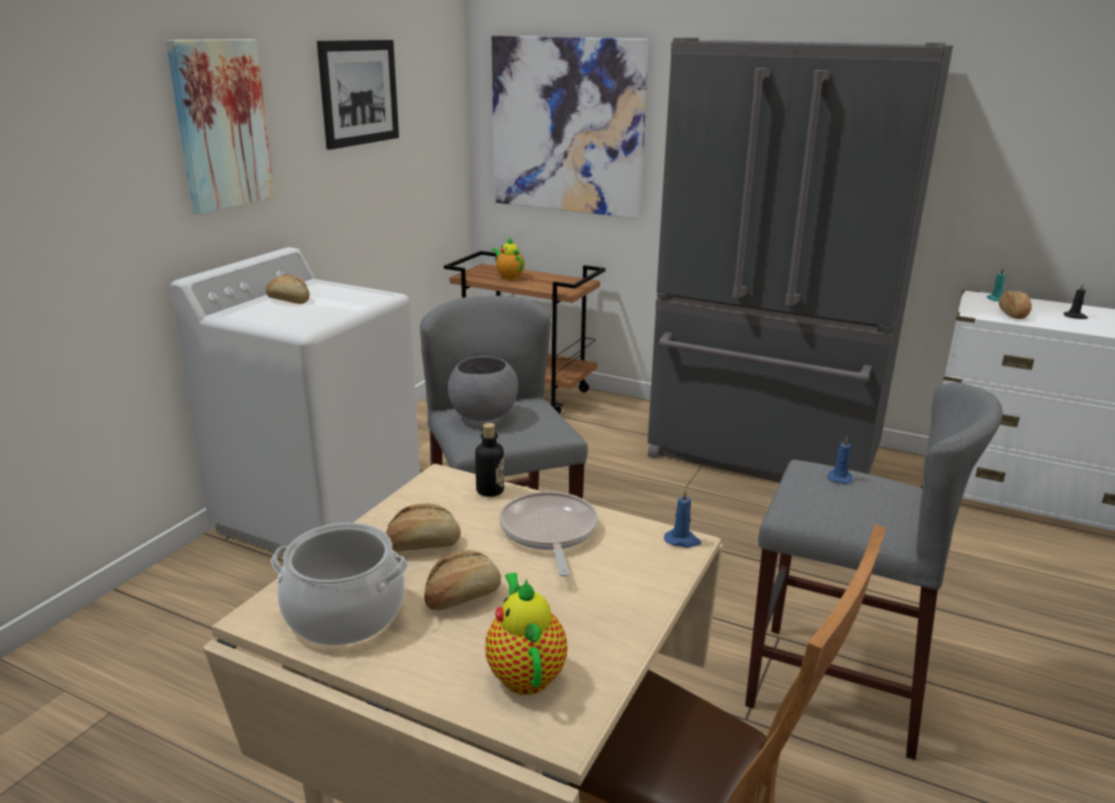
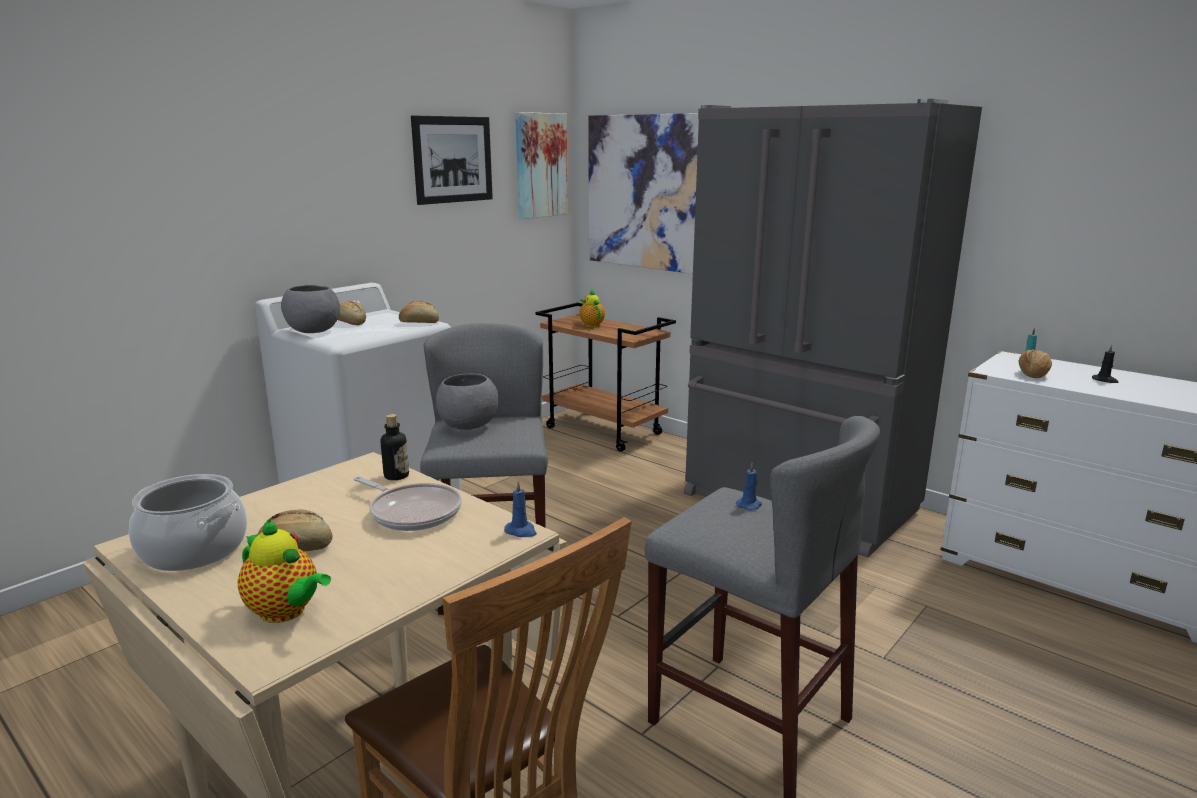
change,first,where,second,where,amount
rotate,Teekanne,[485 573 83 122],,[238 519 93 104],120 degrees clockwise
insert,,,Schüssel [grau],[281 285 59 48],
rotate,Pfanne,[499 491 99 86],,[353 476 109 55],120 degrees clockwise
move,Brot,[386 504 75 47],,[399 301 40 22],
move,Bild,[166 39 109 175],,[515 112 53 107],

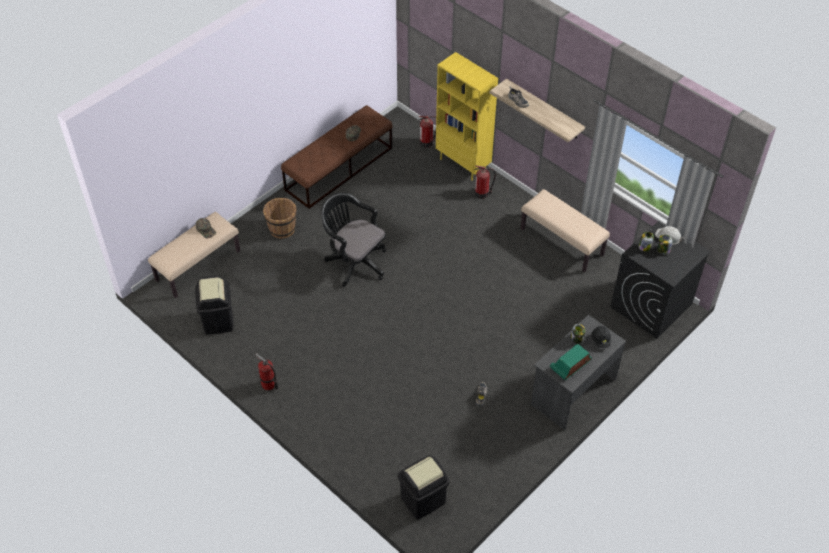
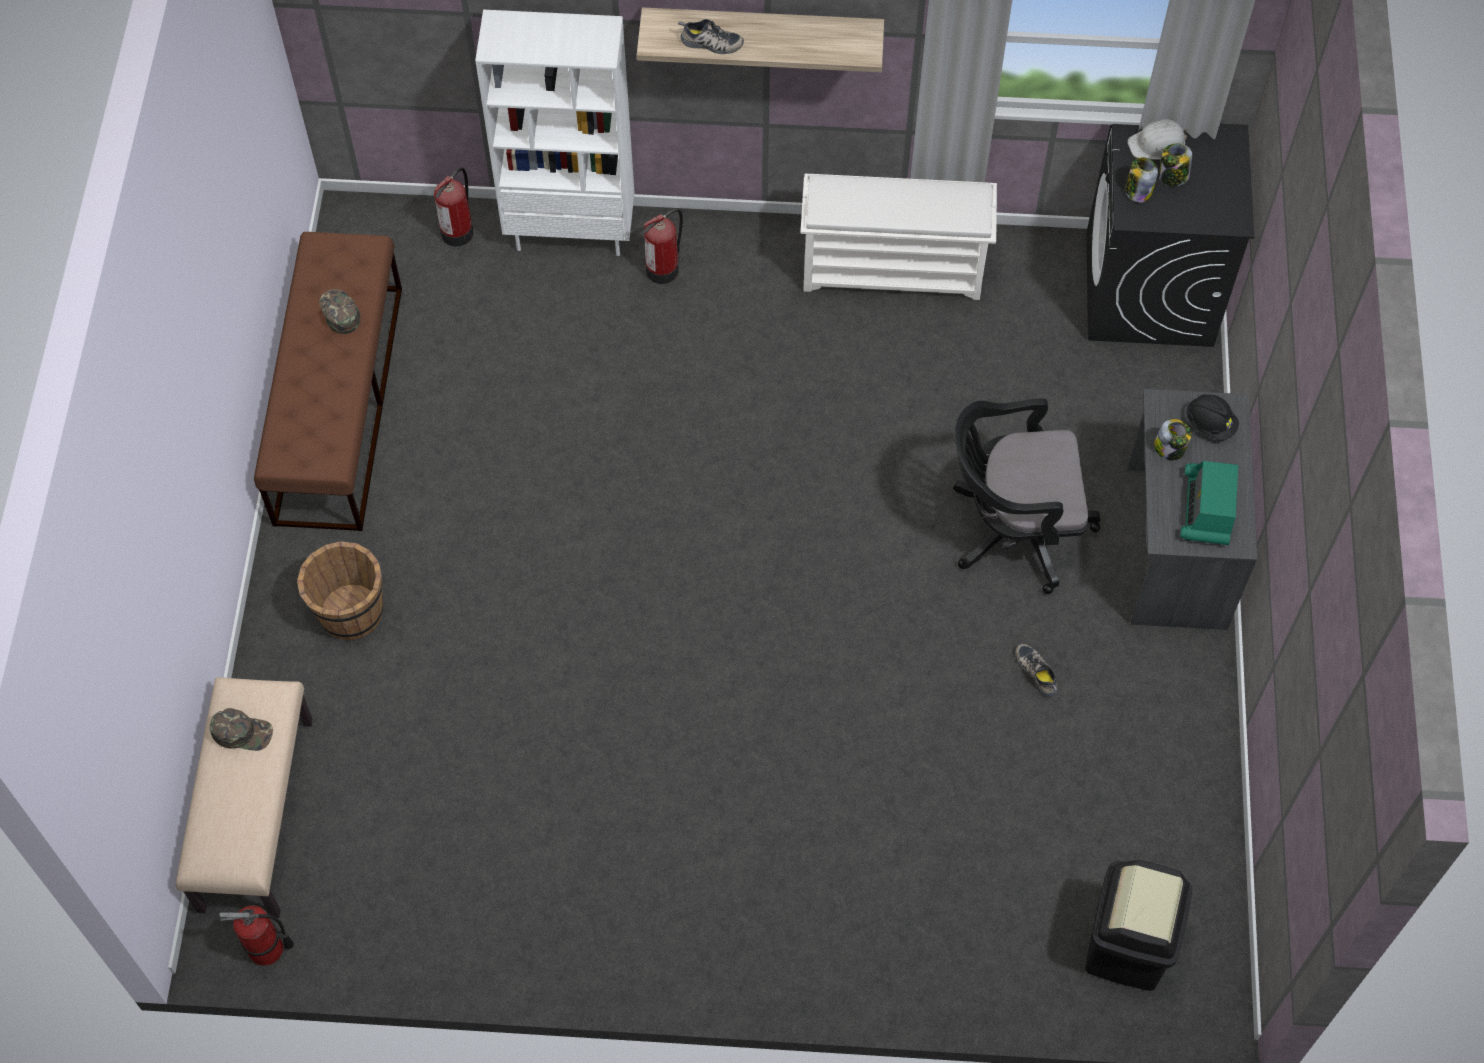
change,first,where,second,where,amount
move,Feuerlöscher,[256 353 22 37],,[219 905 75 61],
recolor,Bücherregal [gelb],[436 52 62 129],Bücherregal [weiß],[475 10 159 246],
replace,Bank [beige],[521 189 89 83],Schuhregal [weiß],[800 174 197 126],
move,Bürostuhl [schwarz],[321 192 65 95],,[953 398 148 196],
delete,Mülleimer [schwarz],[195 275 38 60],,,

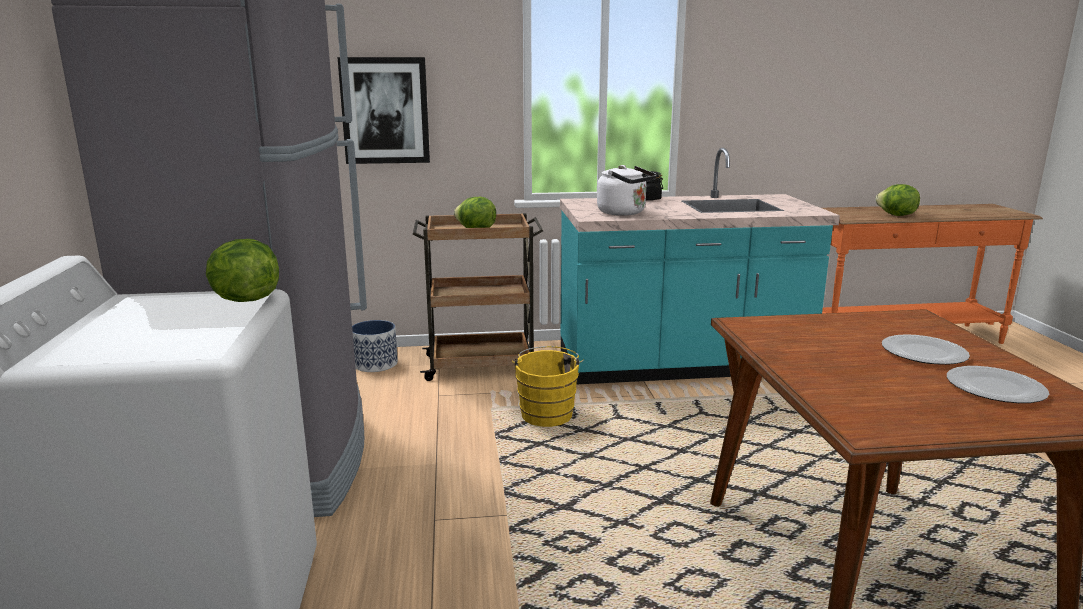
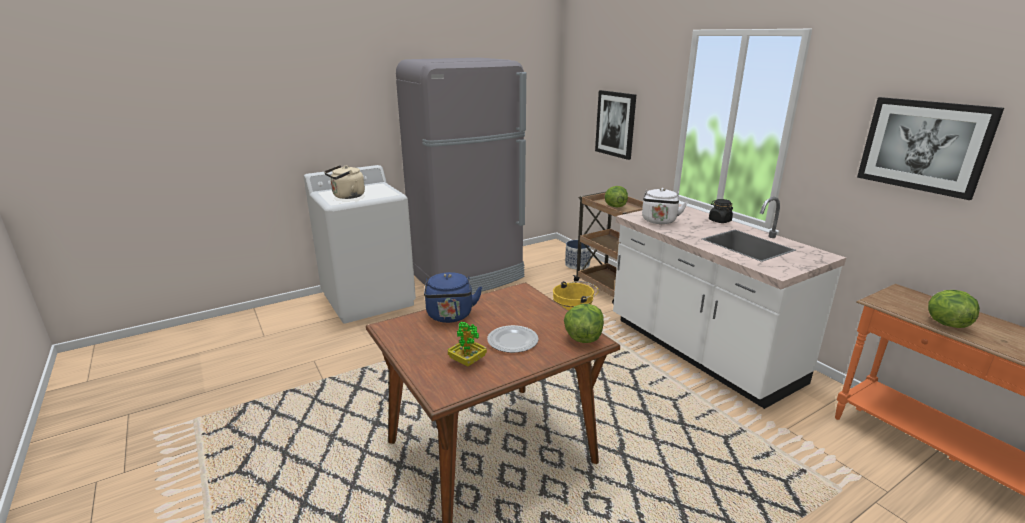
change,first,where,second,where,amount
insert,,,Wasserkessel [beige],[324 165 41 34],
insert,,,Wasserkessel [blau],[424 272 58 51],
replace,Teller,[947 366 102 37],Topfpflanze,[448 322 39 45],
move,Salatkopf,[206 239 73 63],,[564 304 40 39],
recolor,Küchenzeile [türkis],[560 148 280 237],Küchenzeile [weiß],[613 197 233 212],
insert,,,Bild,[857 97 147 103],

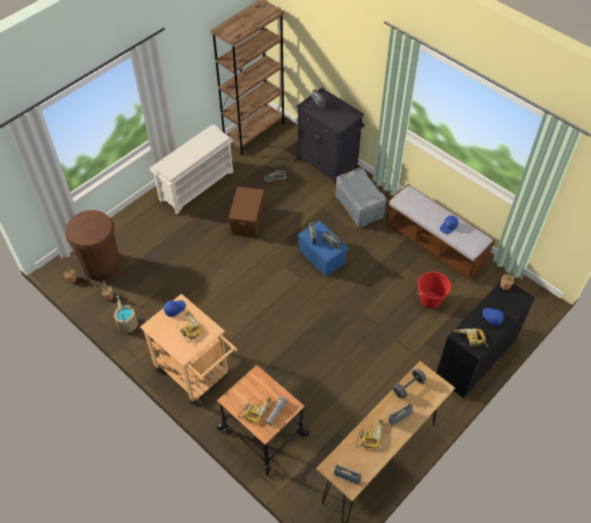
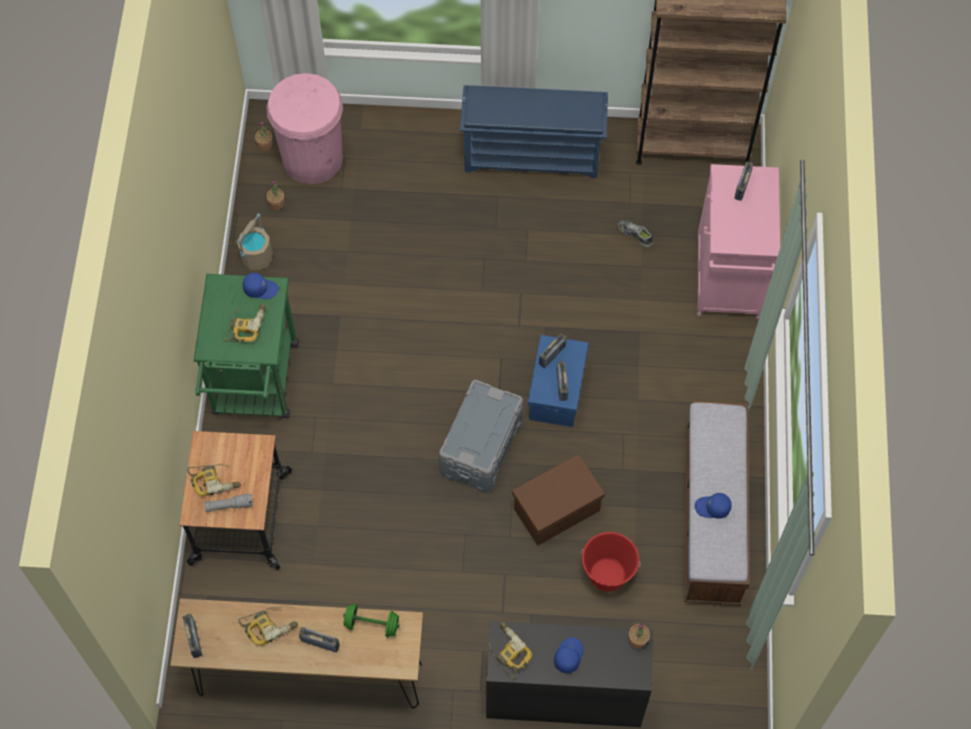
change,first,where,second,where,amount
recolor,Rollwagen [beige],[140 294 97 110],Rollwagen [grün],[194 274 104 144],
recolor,Mülleimer [braun],[65 210 56 71],Mülleimer [rosa],[266 73 77 111],
recolor,Hantel [grau],[393 369 33 29],Hantel [grün],[343 604 56 33],
move,Aufbewahrungsbox [grau],[335 167 51 60],,[439 380 84 112],
recolor,Schuhregal [weiß],[150 124 84 90],Schuhregal [blau],[460 85 148 93],
move,Aufbewahrungsbox [braun],[228 186 36 51],,[512 454 93 92],
recolor,Schrank [schwarz],[296 88 69 97],Schrank [rosa],[697 164 83 156],

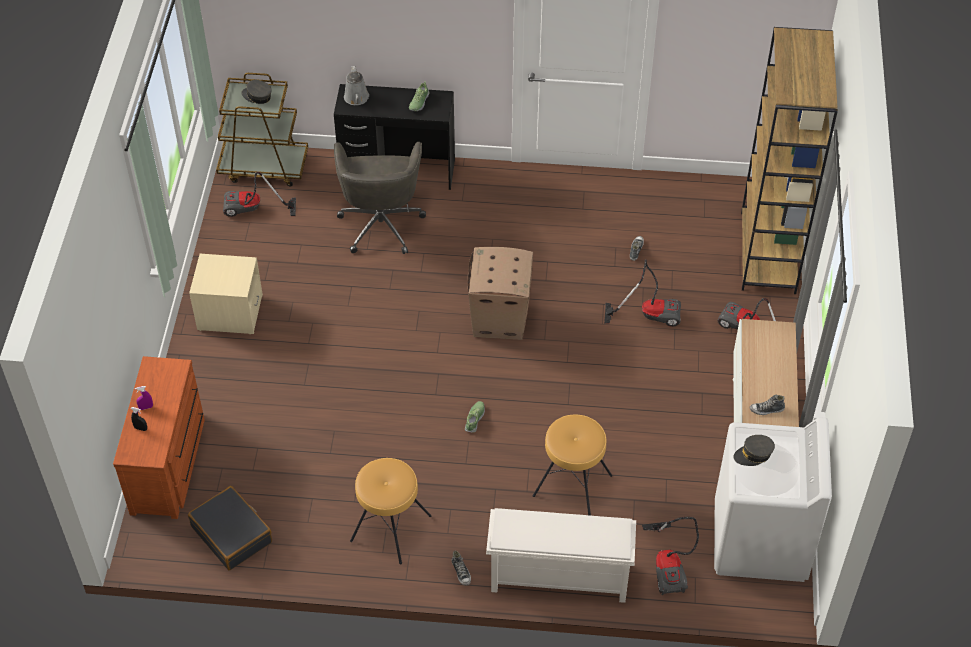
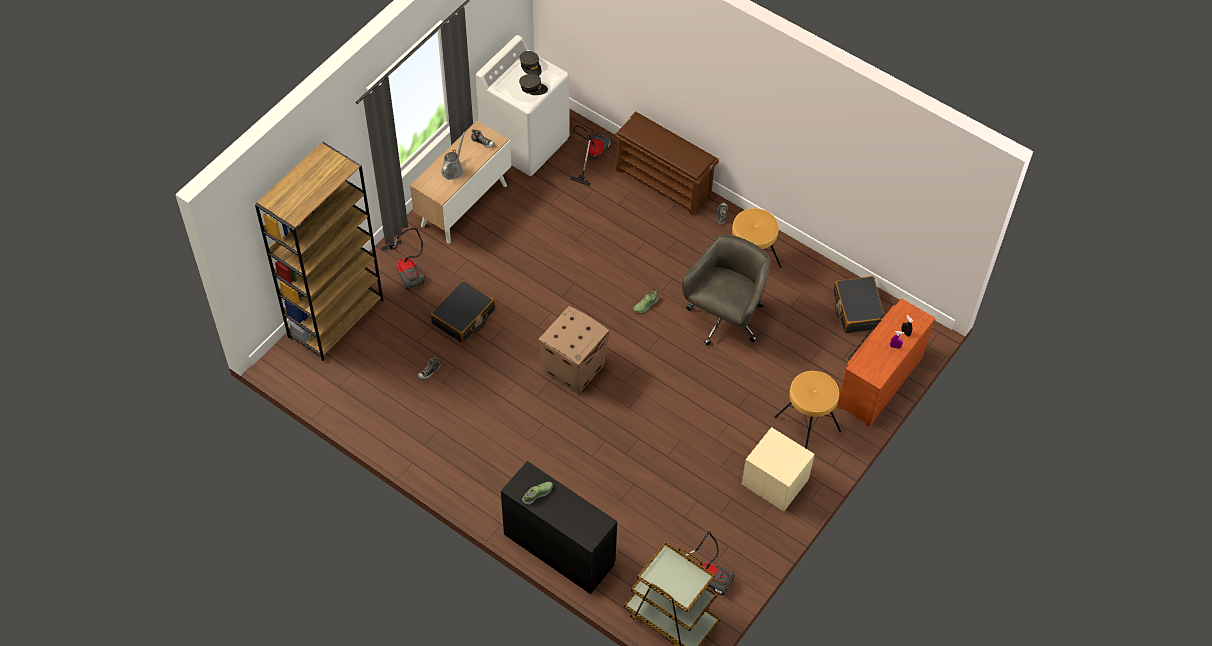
change,first,where,second,where,amount
replace,Staubsauger,[604 259 77 68],Koffer [schwarz],[430 280 65 63],
move,Gießkanne [grau],[344 66 25 39],,[441 132 24 48],
move,Kappe [grau],[241 80 31 24],,[520 51 21 25],
recolor,Schuhregal [weiß],[486 508 150 95],Schuhregal [braun],[614 111 105 104],
move,Bürostuhl [grau],[334 142 92 112],,[682 235 88 110],
move,Hocker [braun],[533 415 79 101],,[775 371 66 78],

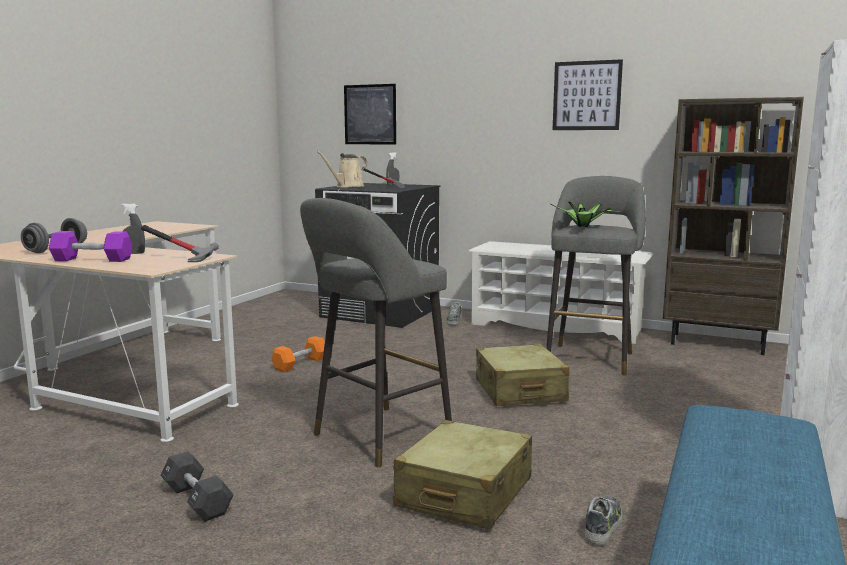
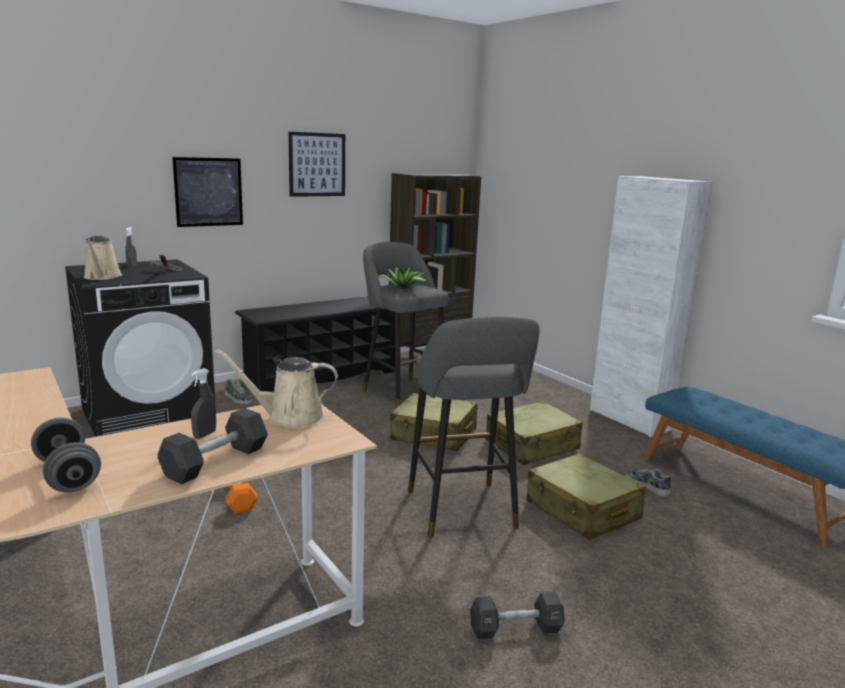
change,first,where,second,where,amount
recolor,Hantel [lila],[49 231 83 31],Hantel [schwarz],[158 408 110 76],
move,Bild,[344 84 52 61],,[172 157 71 70],
replace,Hammer,[141 225 78 37],Gießkanne [beige],[214 349 124 80],
recolor,Schuhregal [weiß],[469 241 184 103],Schuhregal [schwarz],[235 296 160 96],
insert,,,Koffer [beige],[486 401 97 64],

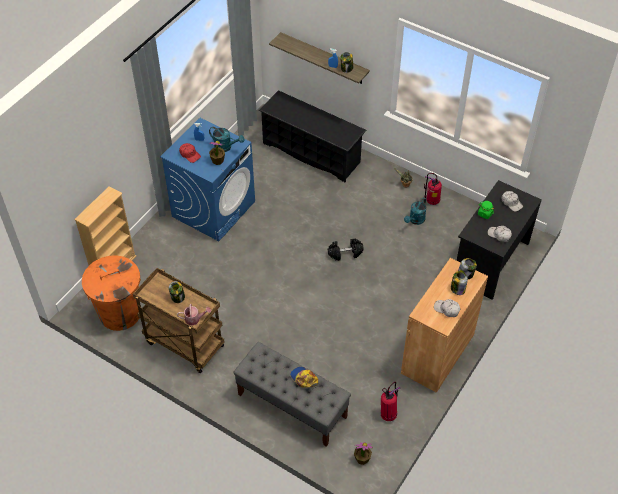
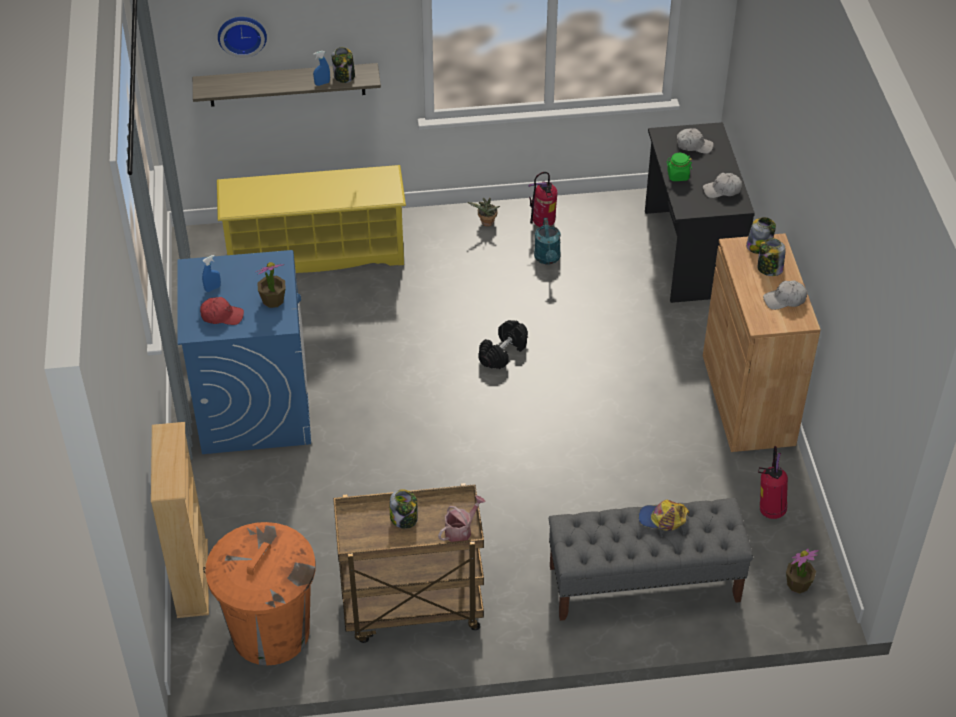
change,first,where,second,where,amount
recolor,Schuhregal [schwarz],[259 90 108 92],Schuhregal [gelb],[217 165 189 108],
insert,,,Wanduhr,[218 17 49 41],
delete,Gießkanne [türkis],[209 127 36 25],,,

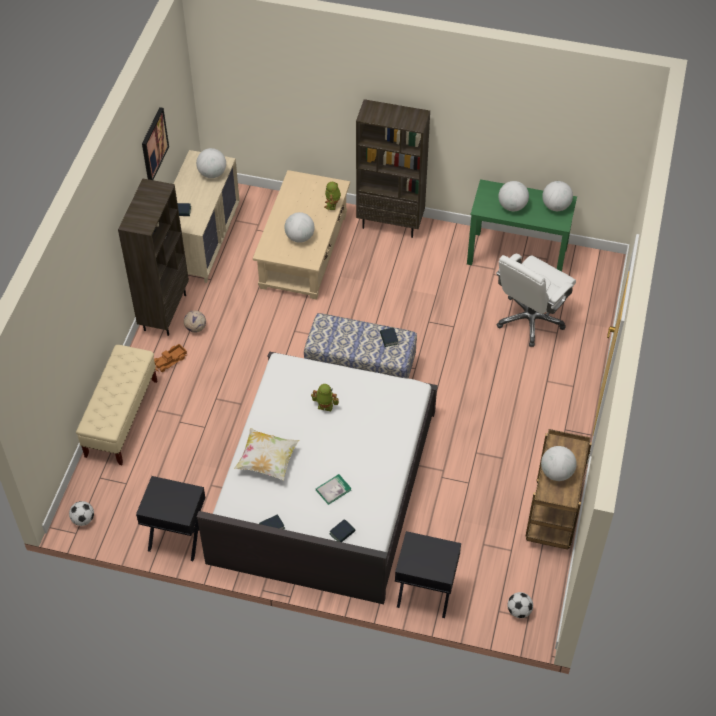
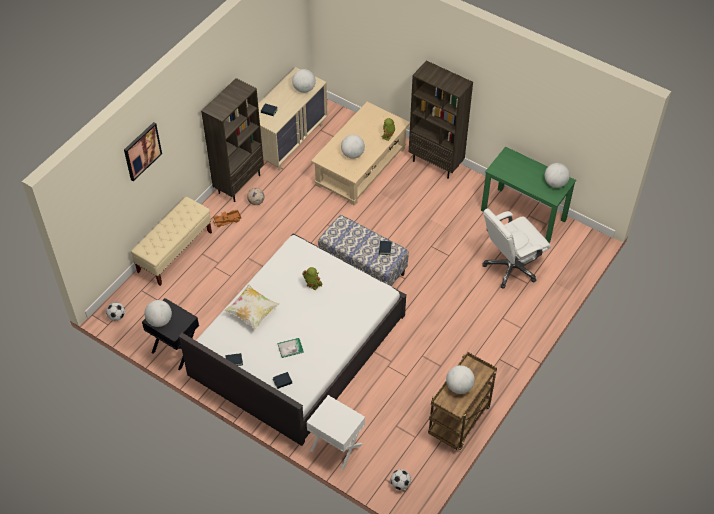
change,first,where,second,where,amount
move,Bild,[142 107 27 73],,[124 122 38 59],
move,Globus,[498 181 31 30],,[144 300 28 27],
recolor,Nachttisch [schwarz],[395 531 66 87],Nachttisch [weiß],[306 395 59 76],

